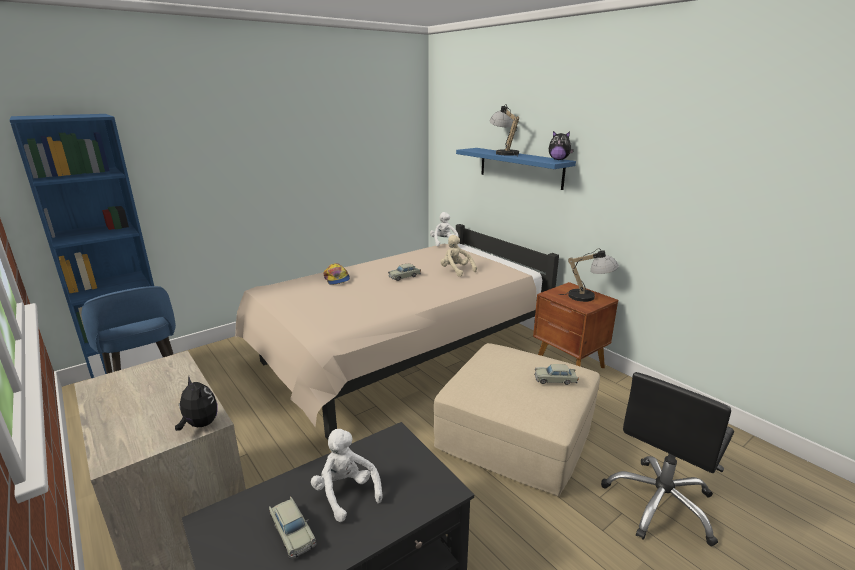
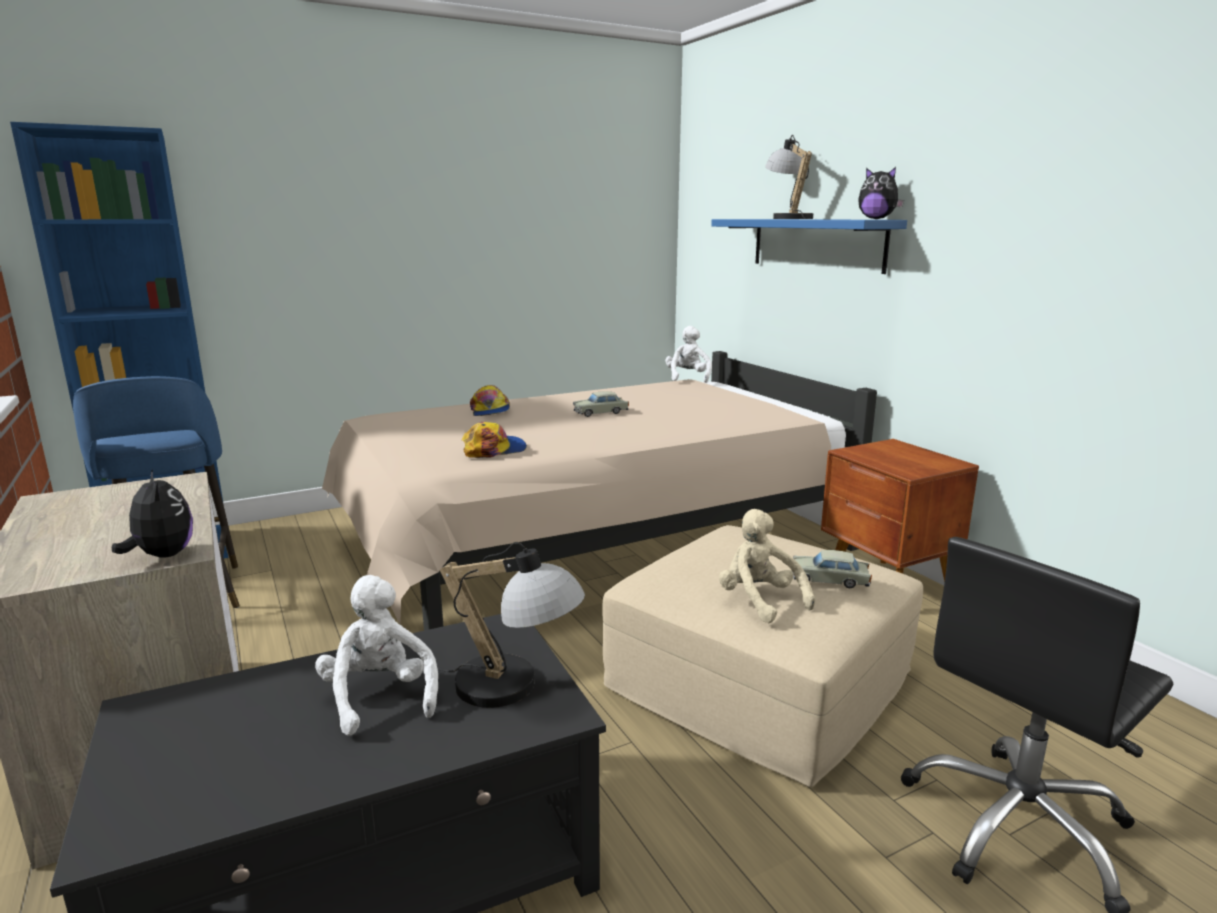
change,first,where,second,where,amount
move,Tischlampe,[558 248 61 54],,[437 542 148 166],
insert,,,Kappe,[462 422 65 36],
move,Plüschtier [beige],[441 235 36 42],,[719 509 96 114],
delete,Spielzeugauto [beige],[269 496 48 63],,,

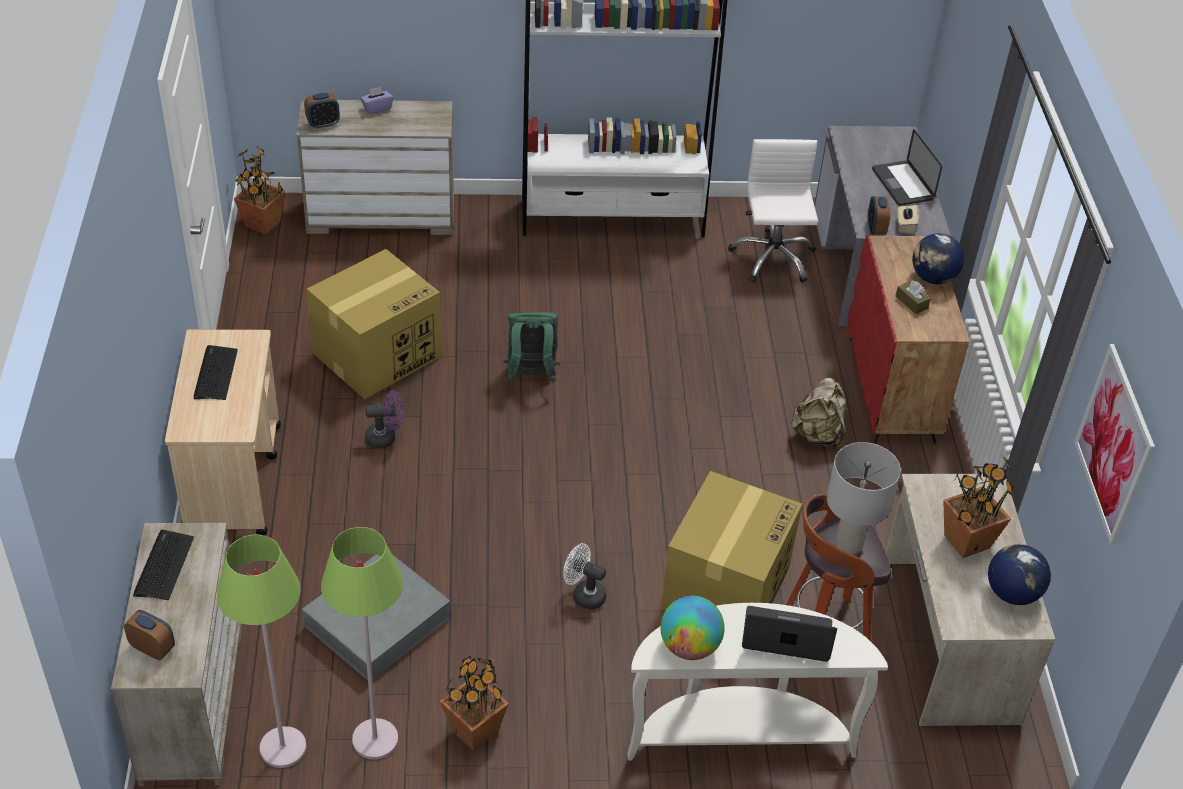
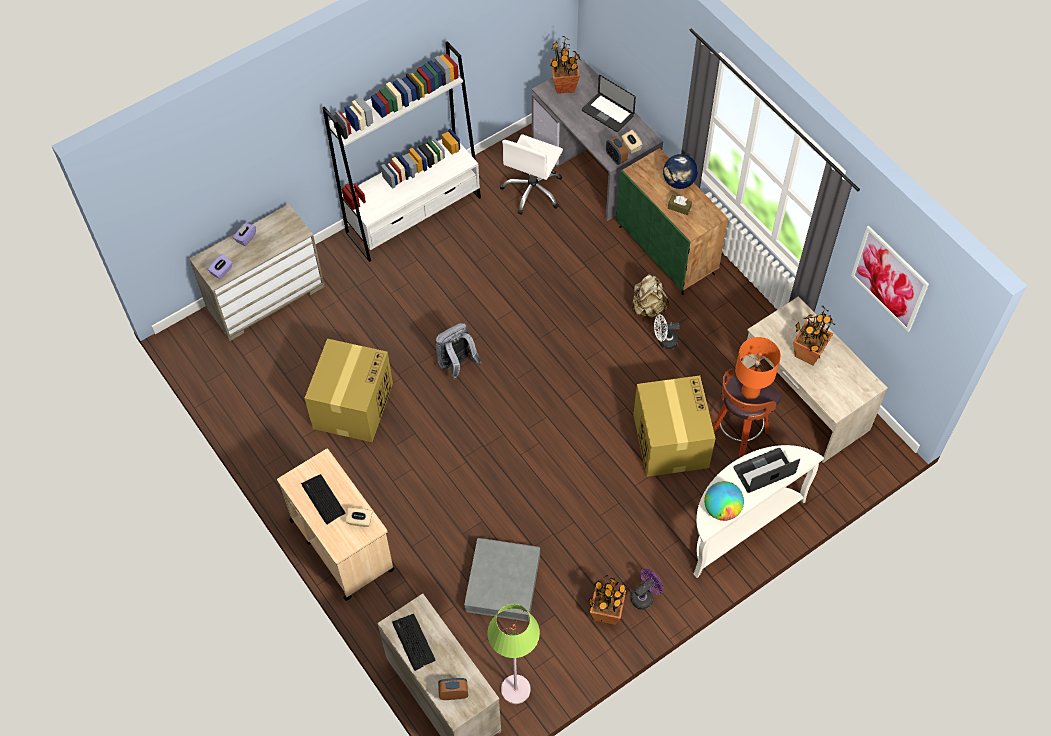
change,first,where,second,where,amount
replace,Wecker,[304 93 36 36],Taschentuchbox [lila],[208 254 25 25],
insert,,,Taschentuchbox [beige],[346 507 26 20],
recolor,Rucksack [grün],[503 312 57 70],Rucksack [grau],[435 323 47 57],
rotate,Bürostuhl [weiß],[728 139 90 144],,[500 134 63 81],120 degrees counterclockwise
move,Topfpflanze,[234 146 51 89],,[550 35 30 59],
recolor,Schrank [rot],[848 236 121 208],Schrank [grün],[616 148 112 147],
move,Ventilator [lila],[365 390 38 58],,[631 569 32 41],
move,Ventilator [weiß],[564 543 42 67],,[654 315 26 34],
recolor,Tischlampe [grau],[827 442 74 113],Tischlampe [orange],[735 337 46 63],
delete,Stehlampe [grün],[321 527 82 233],,,
delete,Globus,[988 544 63 61],,,

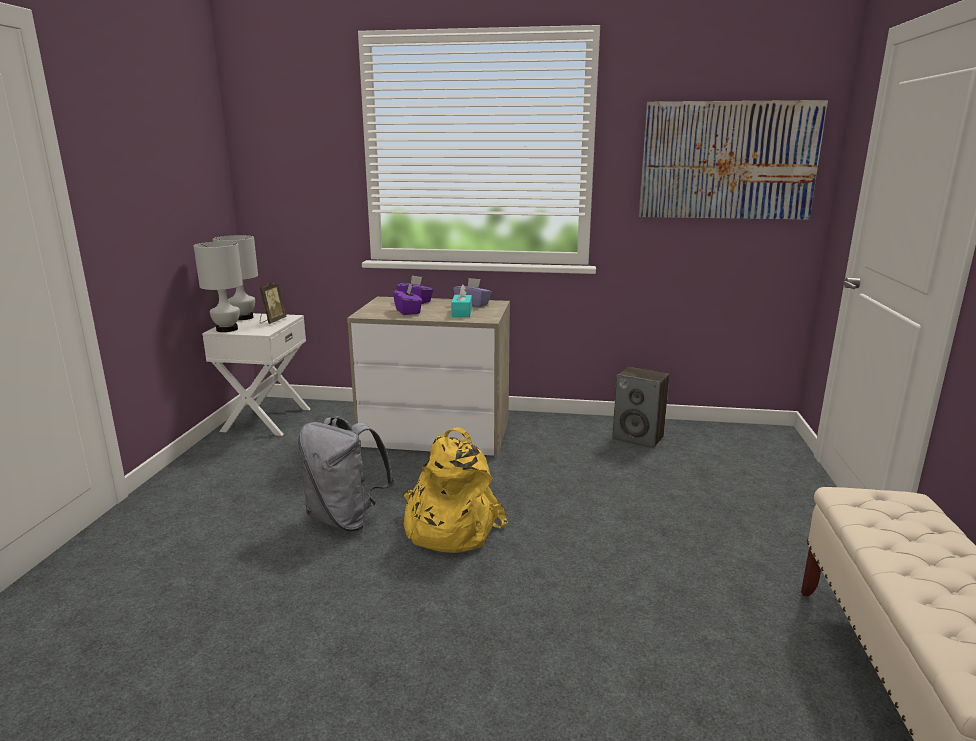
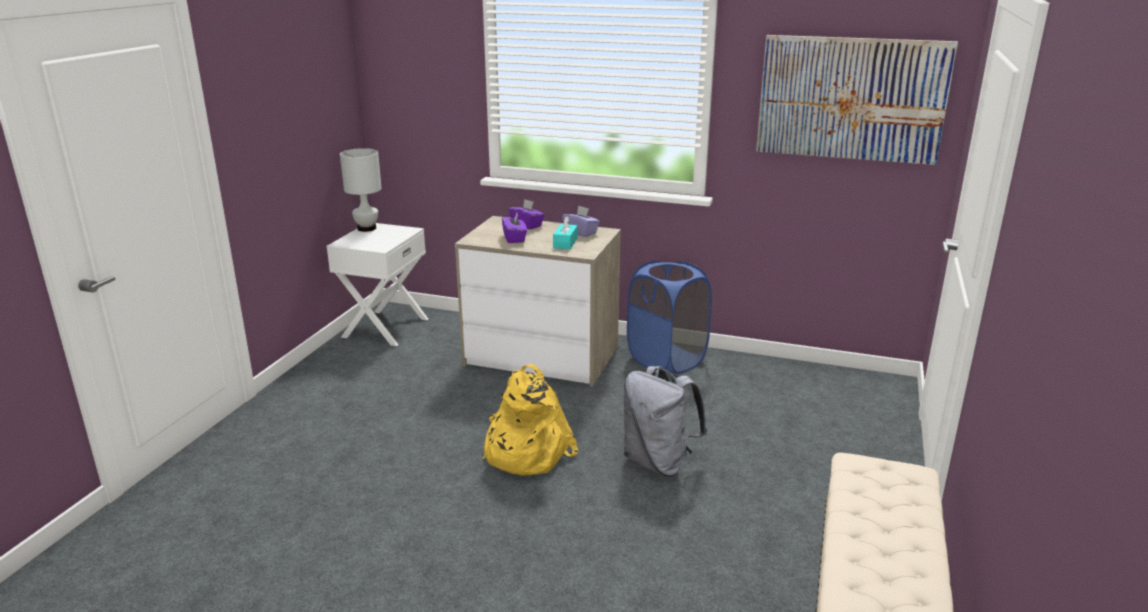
change,first,where,second,where,amount
move,Rucksack [grau],[298 416 96 115],,[624 366 83 110],
insert,,,Wäschekorb [blau],[627 260 85 114],
delete,Tischlampe [weiß],[194 241 49 91],,,
delete,Bilderrahmen,[260 281 27 43],,,
delete,Lautsprecher,[612 367 57 81],,,

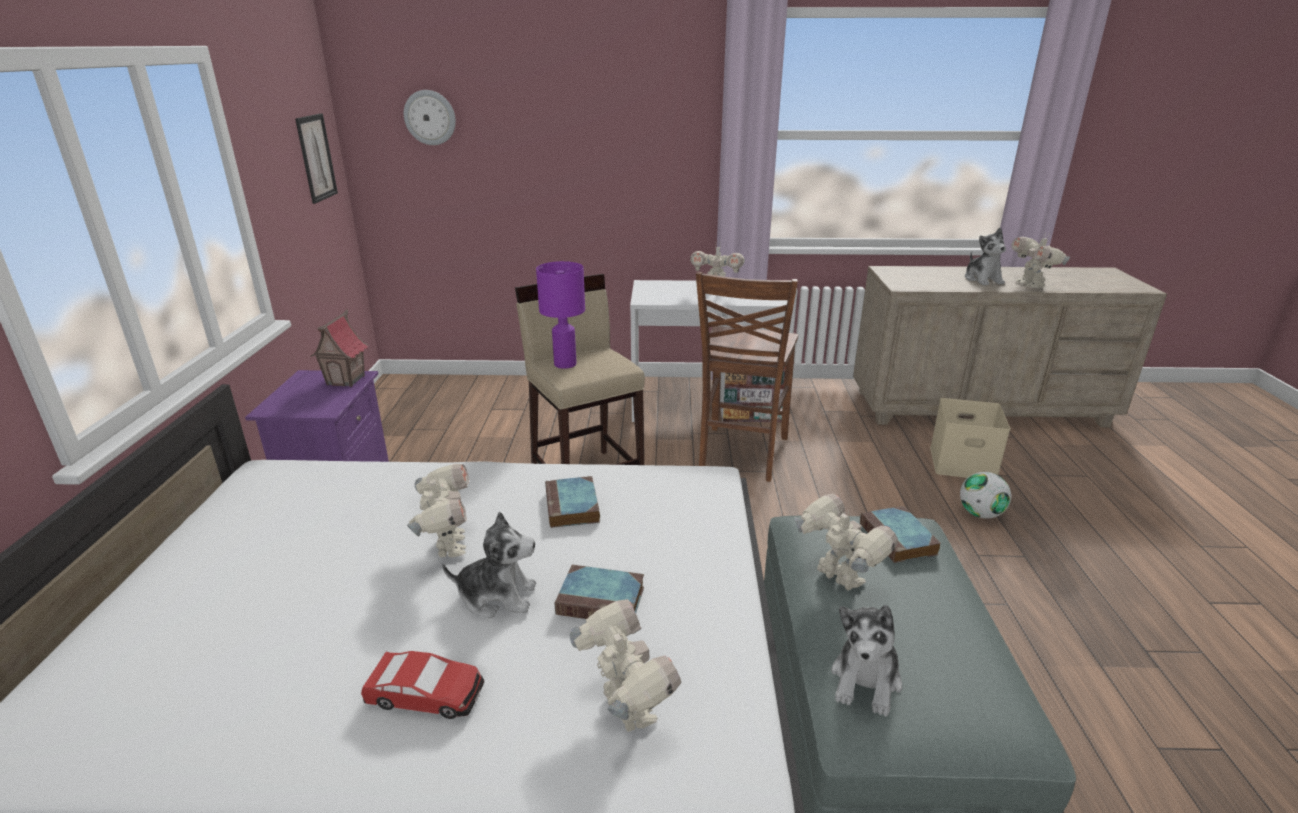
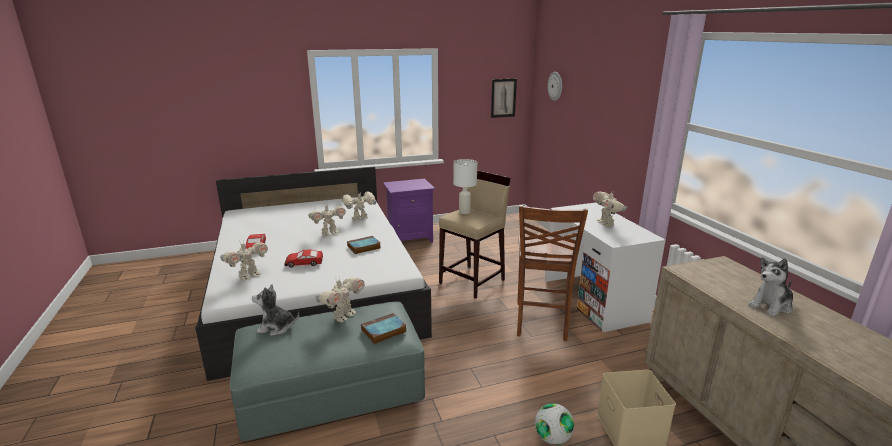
change,first,where,second,where,amount
replace,Buch,[555 565 89 54],Spielzeugauto,[284 249 39 18],
move,Spielzeugroboter,[1011 232 59 56],,[342 191 35 29],
recolor,Tischlampe [lila],[536 261 49 108],Tischlampe [weiß],[453 159 24 55],
rotate,Stuhl [braun],[696 272 102 209],,[517 205 71 136],75 degrees counterclockwise
delete,Spielzeughaus,[311 310 57 77],,,
delete,Plüschtier,[442 512 94 106],,,

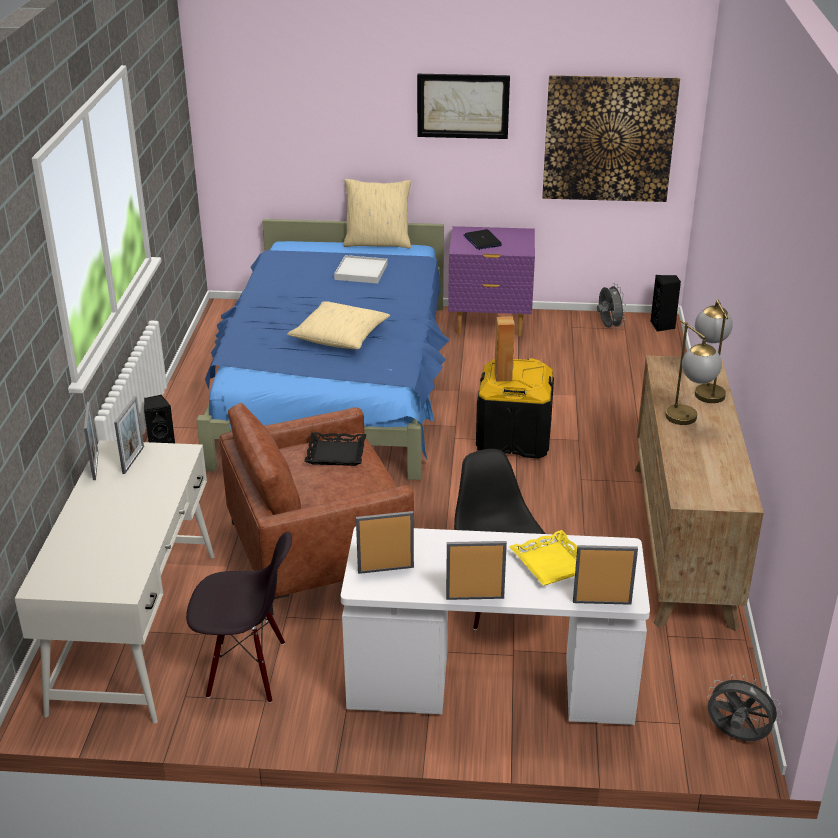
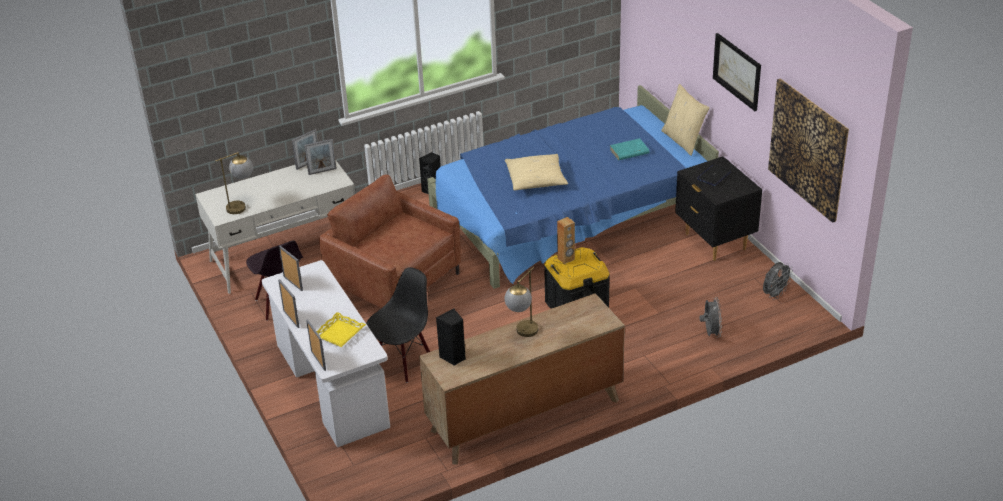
change,first,where,second,where,amount
move,Tischlampe,[695 299 38 104],,[215 152 38 62],
move,Lautsprecher [schwarz],[650 275 31 57],,[436 308 30 58],
replace,Tablett [weiß],[334 255 54 29],Buch [türkis],[610 138 40 22],
recolor,Nachttisch [lila],[448 226 87 110],Nachttisch [schwarz],[675 156 87 105],
move,Ventilator [grau],[707 674 75 67],,[700 297 22 41],
delete,Tablett [schwarz],[304 432 62 34],,,

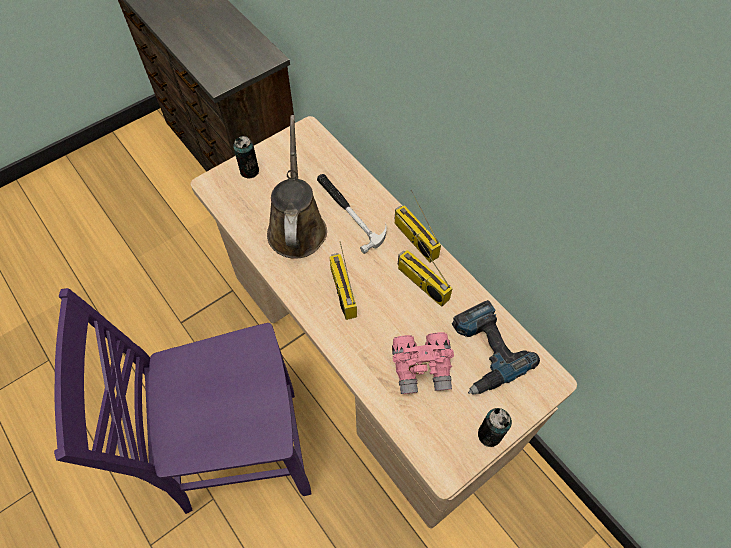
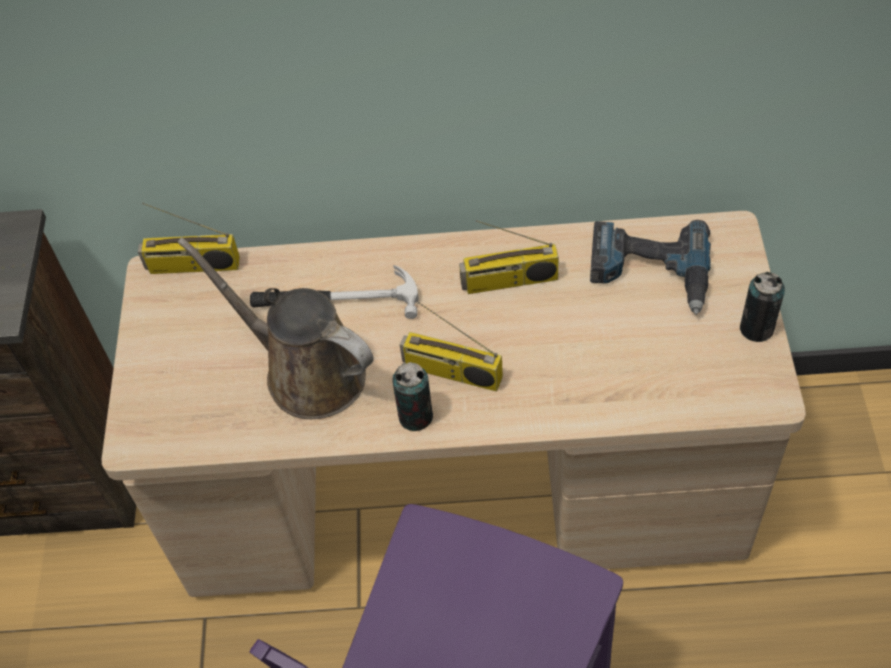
change,first,where,second,where,amount
move,Radio,[395 189 46 74],,[138 203 102 71],
move,Dose,[233 136 26 42],,[392 362 41 69],
delete,Fernglas [rosa],[392 332 62 62],,,

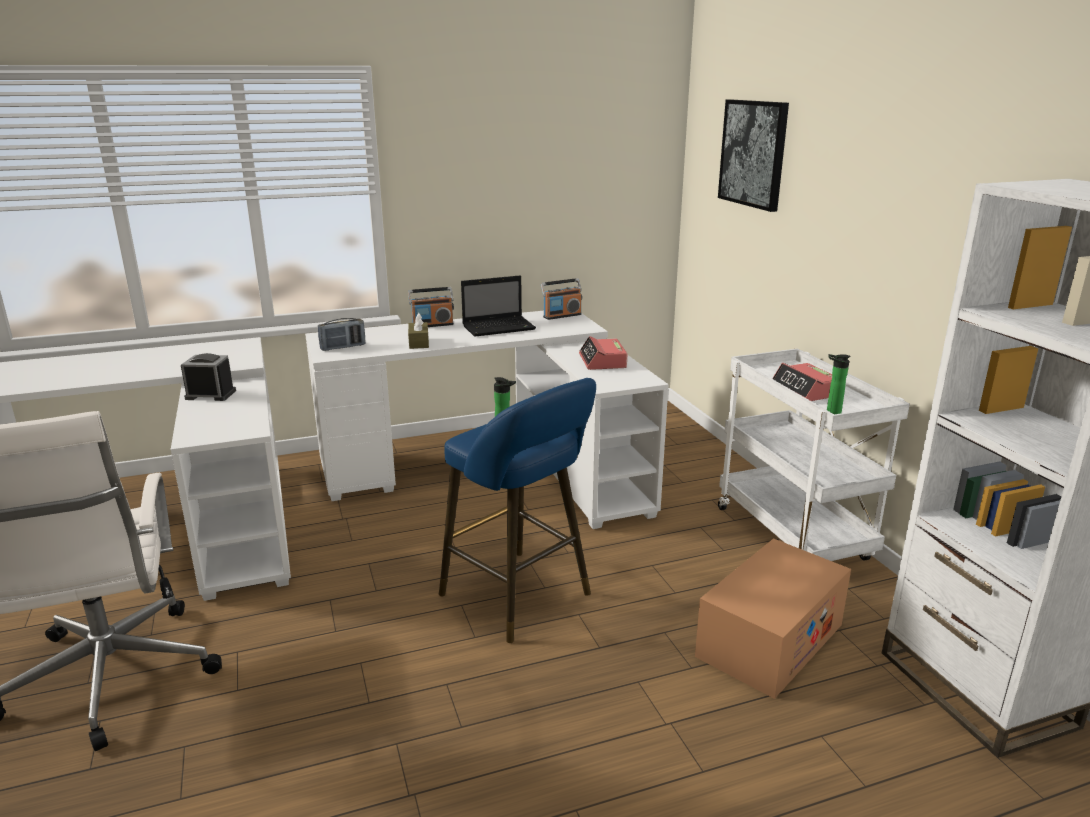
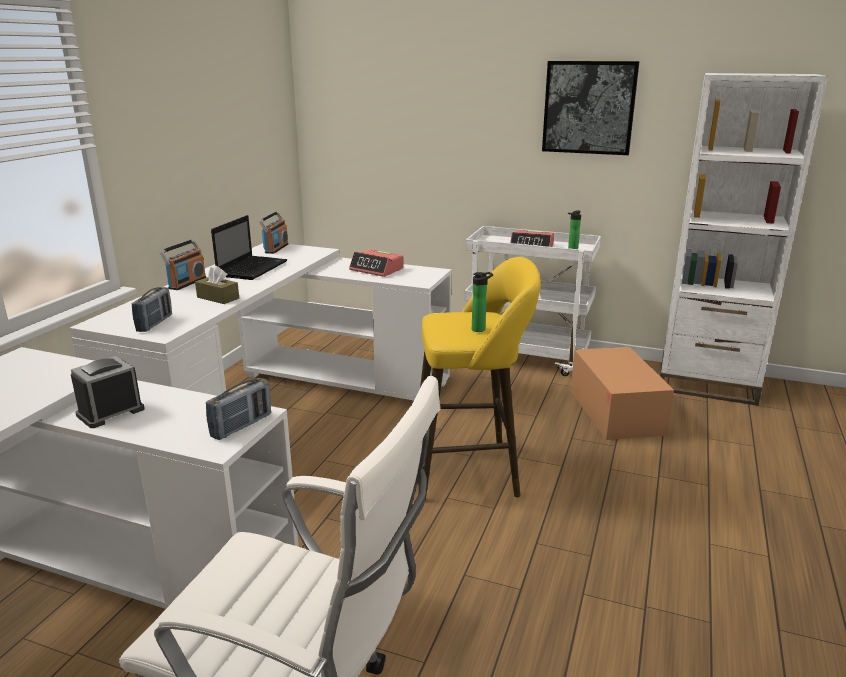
change,first,where,second,where,amount
insert,,,Radio,[206 378 65 62],
recolor,Hocker [blau],[439 378 157 265],Hocker [gelb],[420 257 121 244],
move,Bild,[718 100 71 112],,[542 61 98 94],

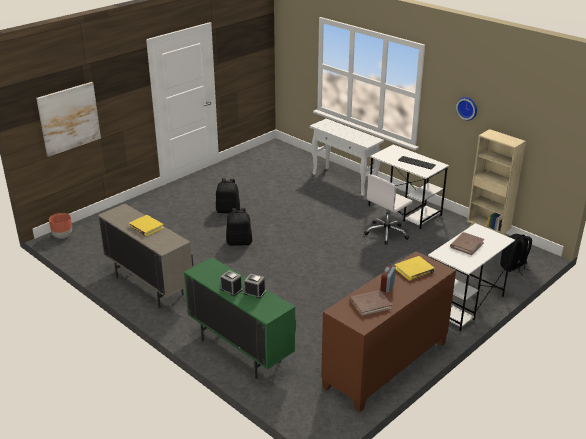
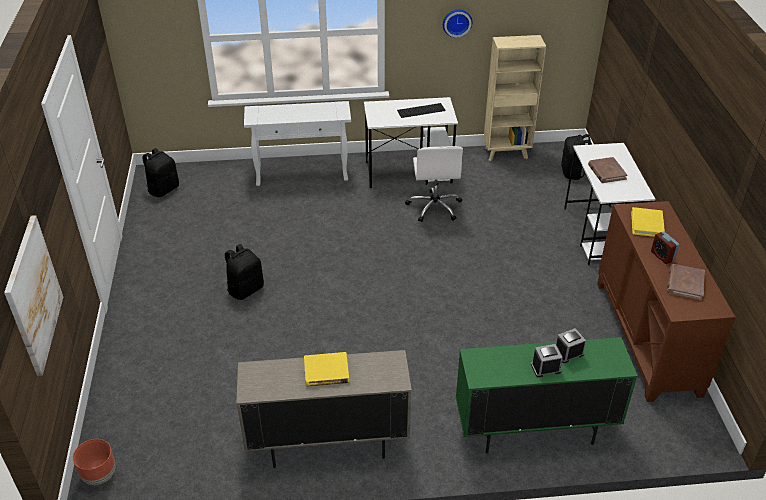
change,first,where,second,where,amount
move,Rucksack [schwarz],[226 208 26 38],,[142 148 37 49],

